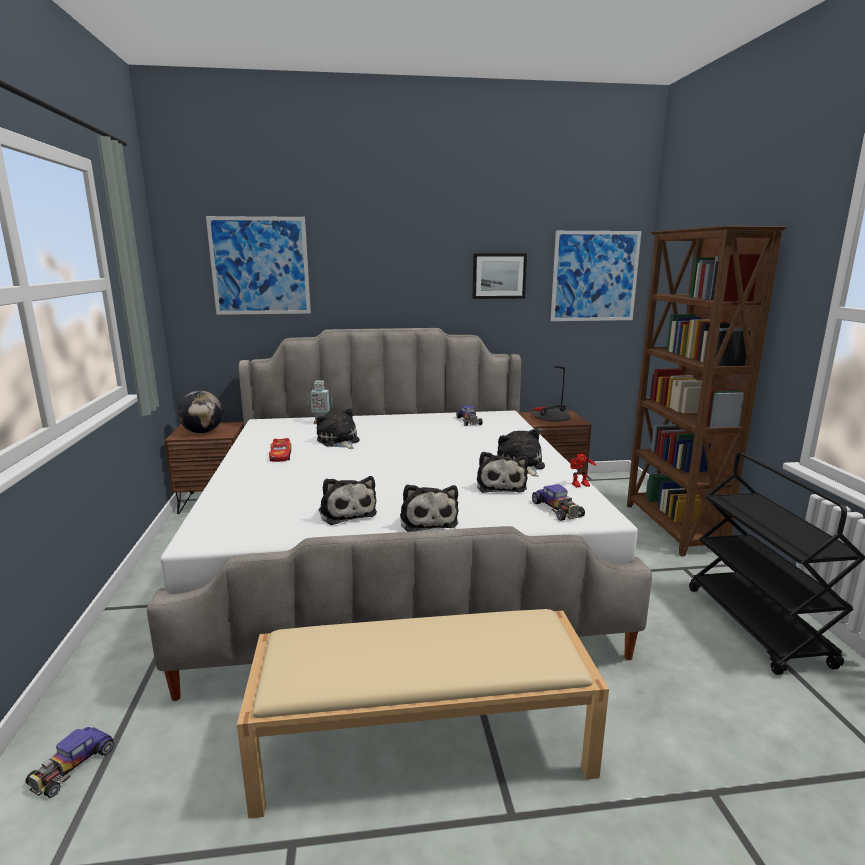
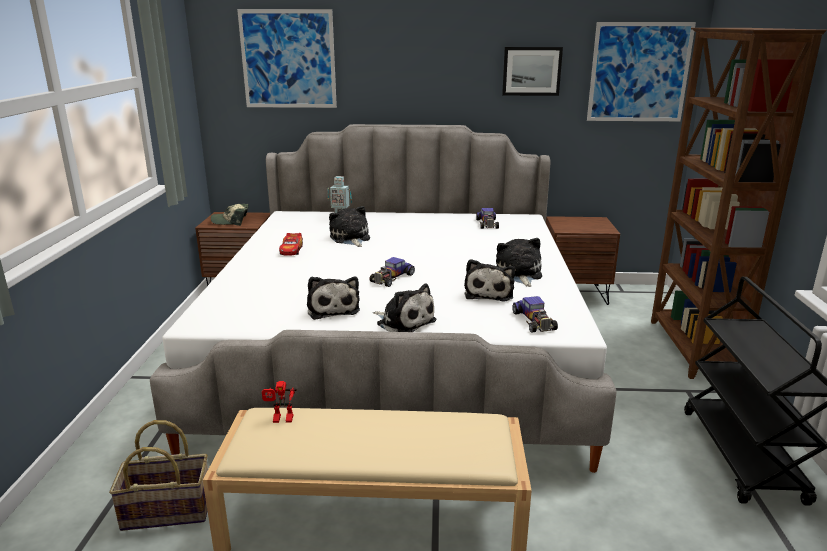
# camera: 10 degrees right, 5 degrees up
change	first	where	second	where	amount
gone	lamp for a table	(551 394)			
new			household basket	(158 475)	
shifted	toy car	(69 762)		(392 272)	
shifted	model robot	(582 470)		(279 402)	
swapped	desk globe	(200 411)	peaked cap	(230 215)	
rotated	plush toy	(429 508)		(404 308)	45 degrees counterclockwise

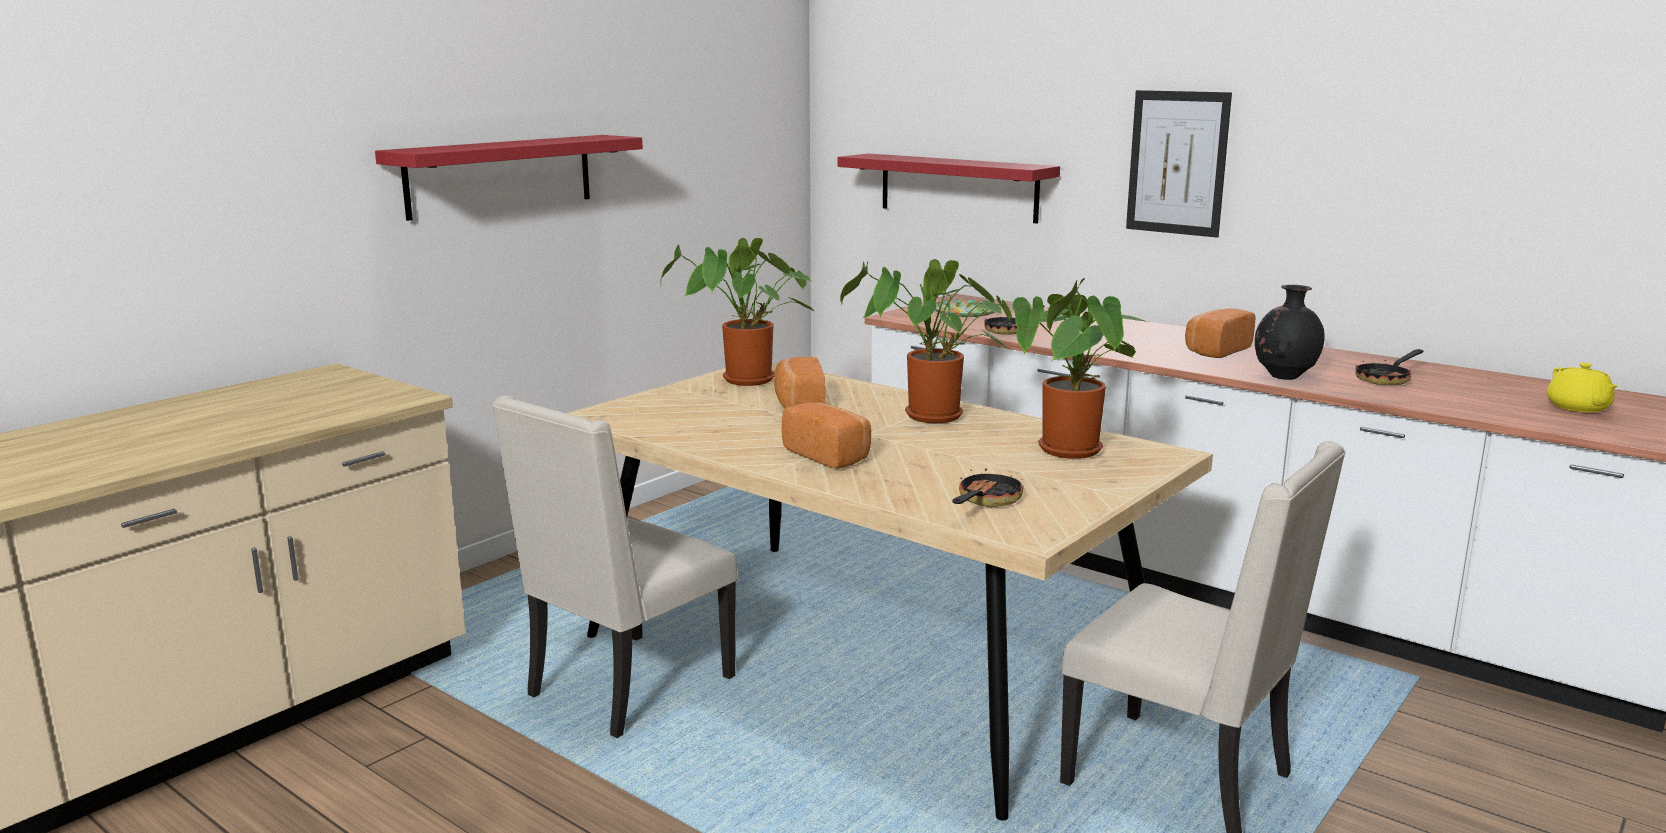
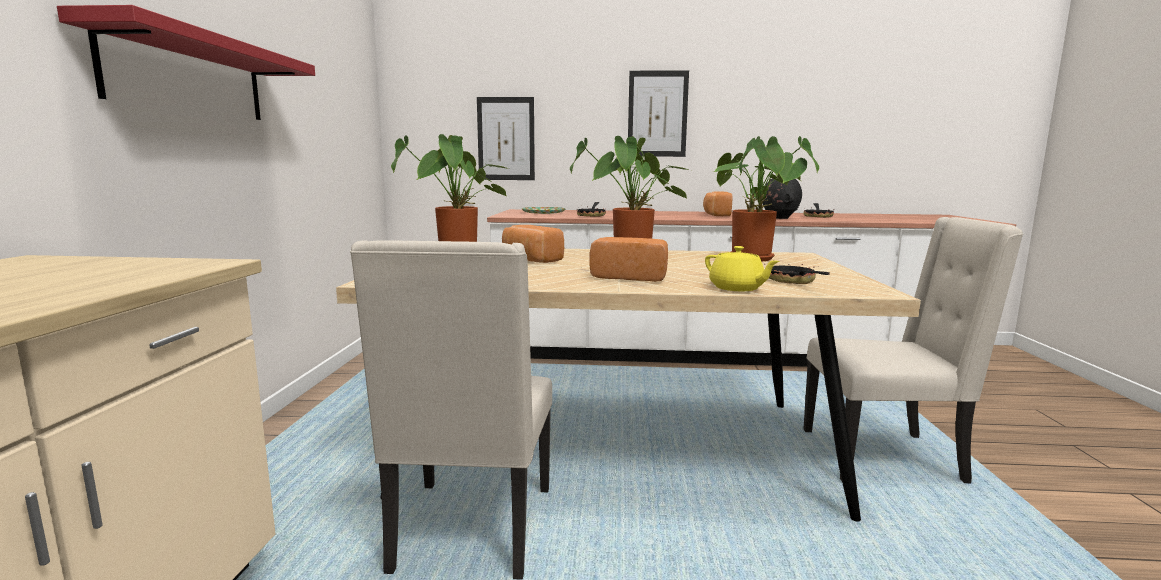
# camera: 35 degrees left, 5 degrees down
change	first	where	second	where	amount
shifted	yellow-coloured pot for tea	(1582 388)		(742 268)	
swapped	reddish wall shelf	(948 188)	wall picture	(506 138)	

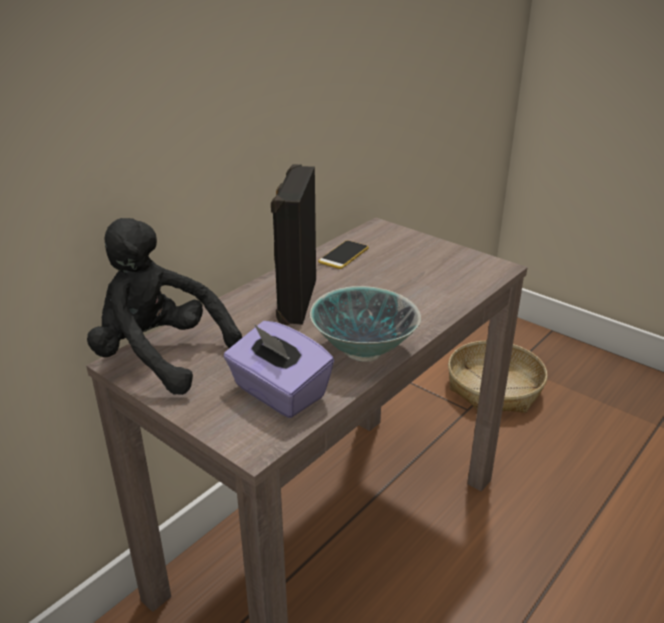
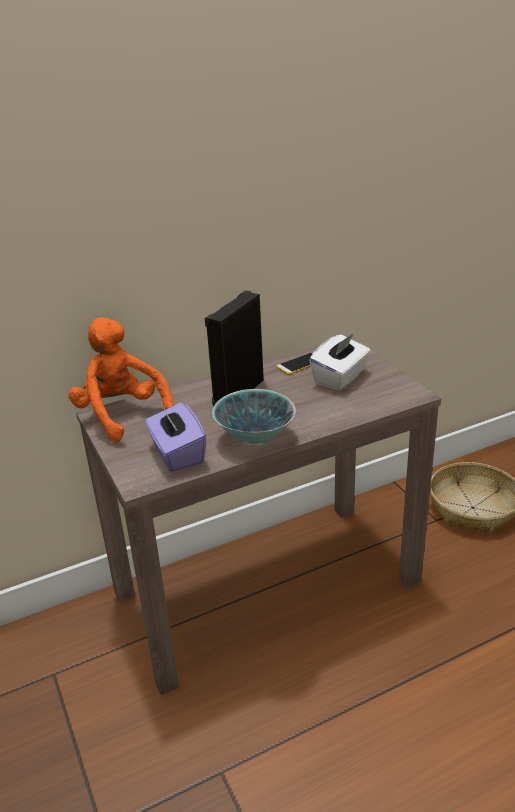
# camera: 25 degrees right, 0 degrees up
change	first	where	second	where	amount
new			white box of tissues	(340 362)	
repainted	blackish plush toy	(164 306)	orange plush toy	(121 379)	

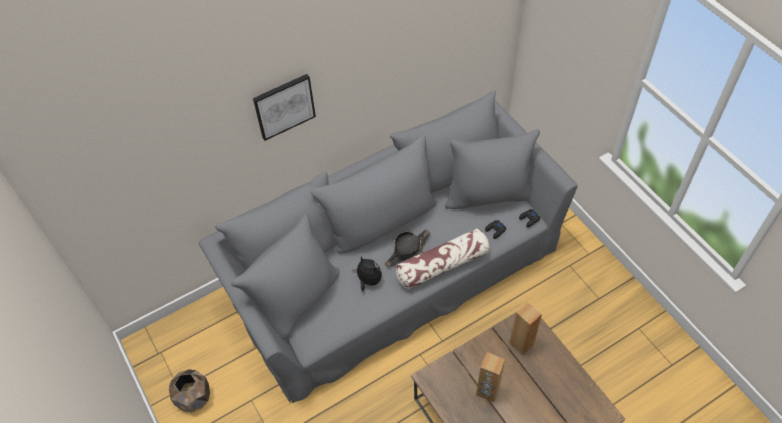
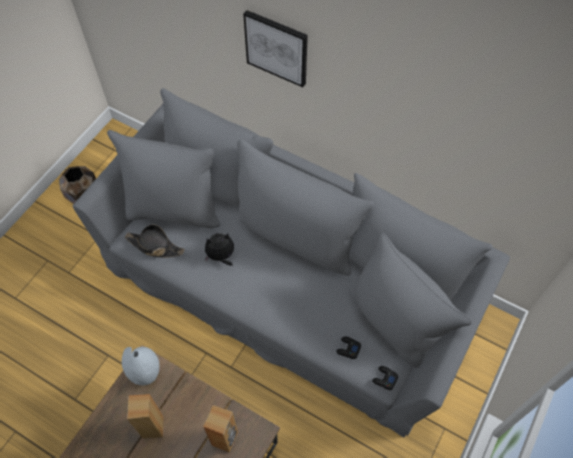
# camera: 60 degrees right, 5 degrees up
change	first	where	second	where	amount
gone	pillow	(443 259)			
new			greyish flower vase	(140 366)	
shifted	blackish clothing hat	(407 248)		(155 241)	
rotated	plush toy	(367 274)		(219 249)	120 degrees counterclockwise

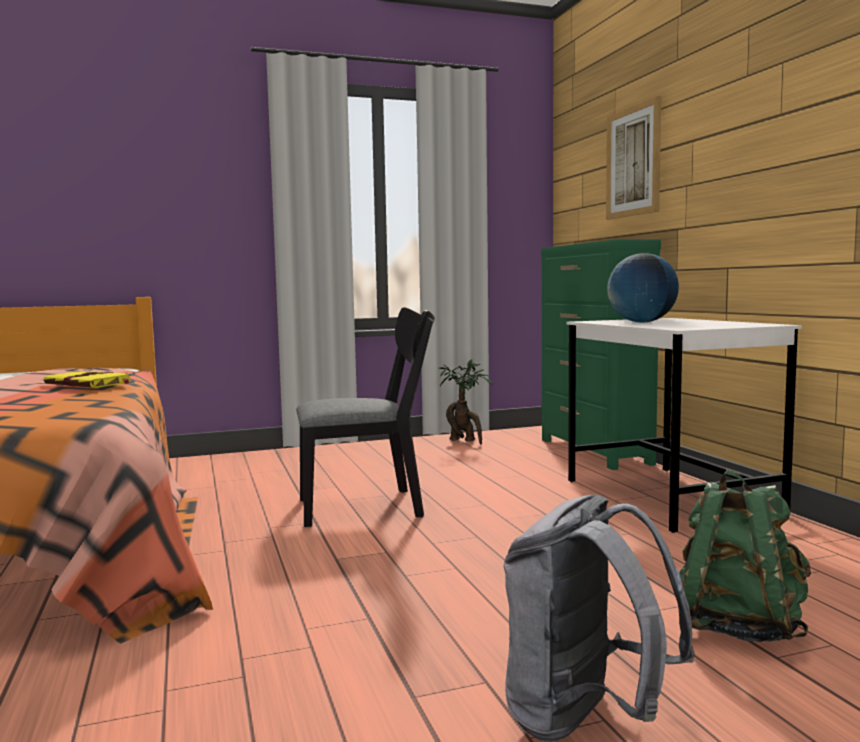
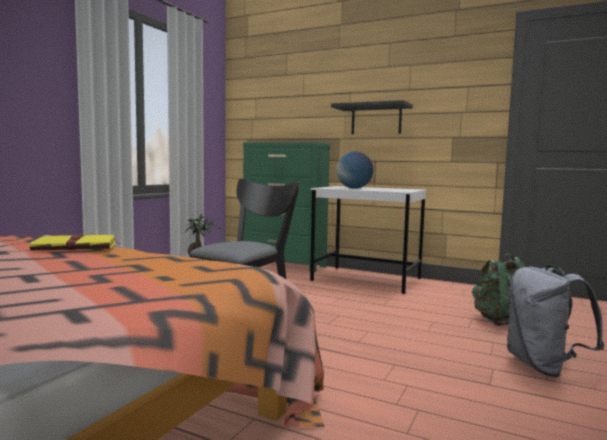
# camera: 45 degrees left, 0 degrees up
change	first	where	second	where	amount
gone	wall picture	(633 158)			
new			blackish wall shelf	(372 117)	

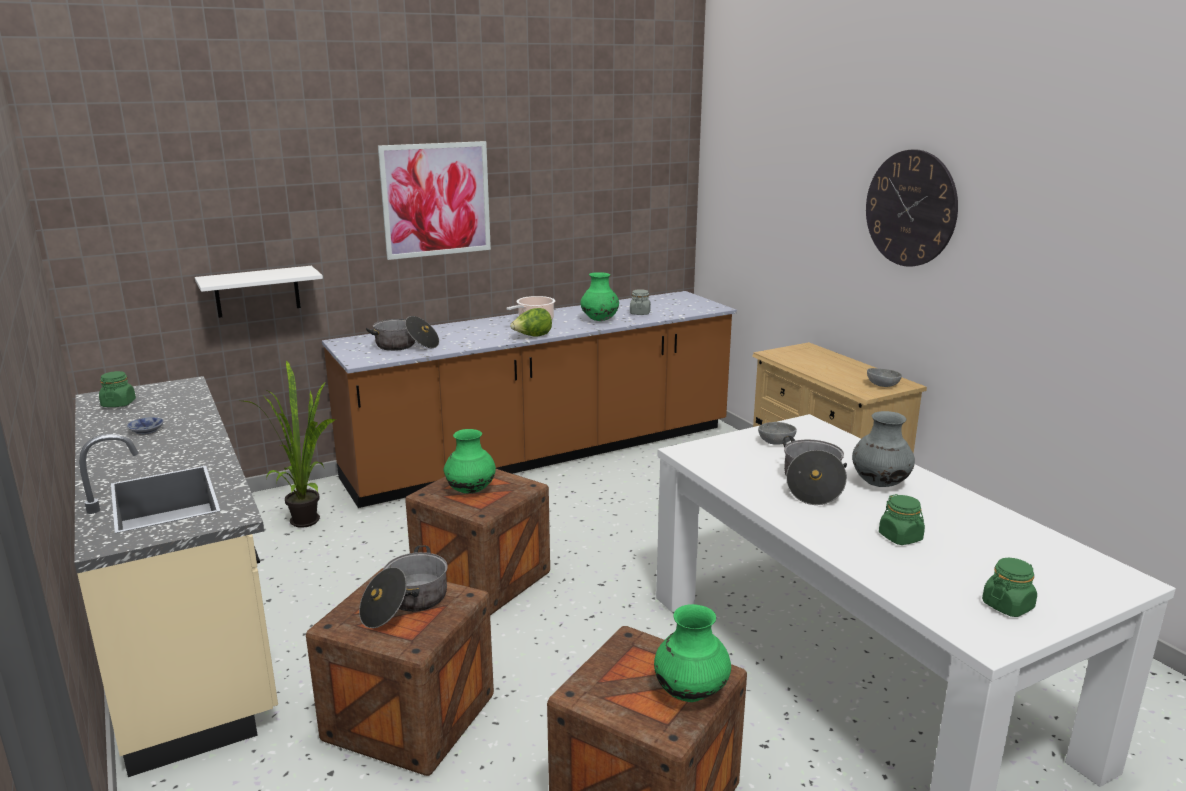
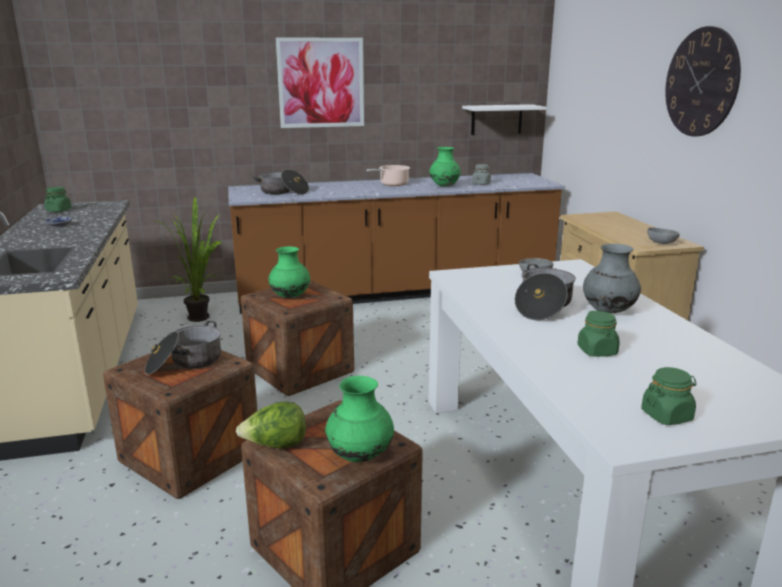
# camera: 15 degrees right, 0 degrees up
change	first	where	second	where	amount
shifted	white wall shelf	(259 292)		(504 119)	
shifted	head of lettuce	(531 322)		(271 424)	

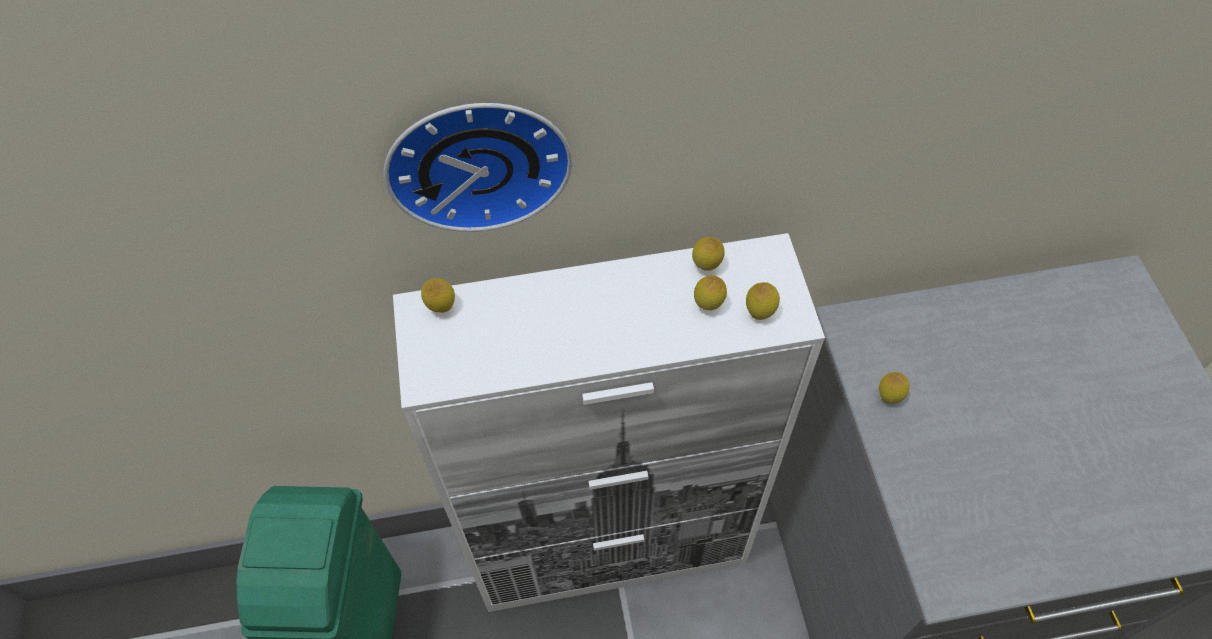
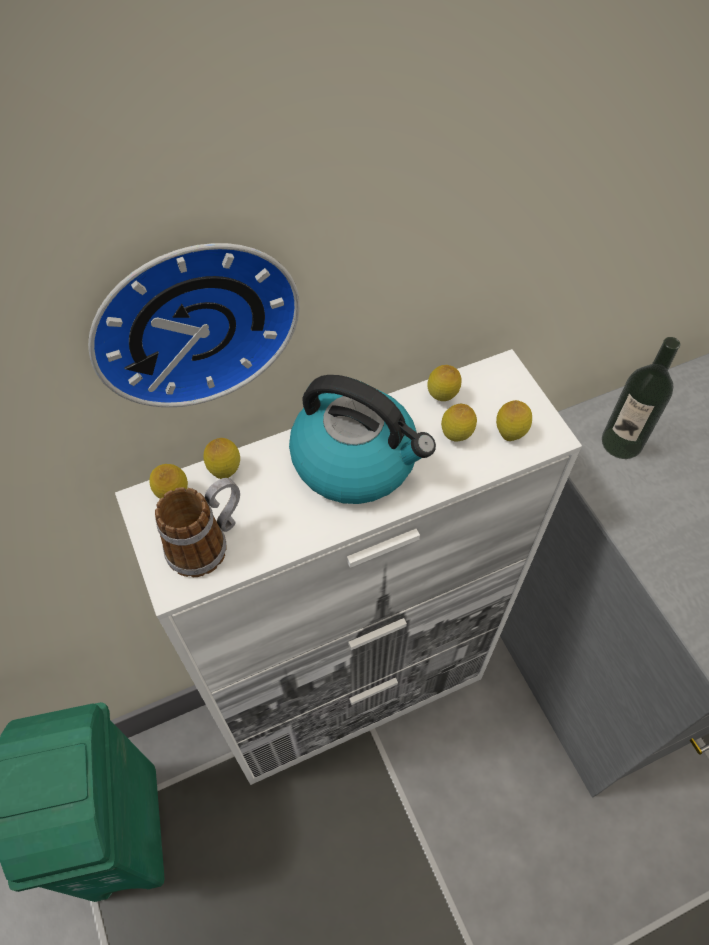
# camera: 15 degrees left, 0 degrees up
change	first	where	second	where	amount
new			coffee mug	(197 527)	
new			tea kettle	(362 439)	
new			beverage bottle	(641 398)	
shifted	citrus fruit	(894 388)		(221 458)	

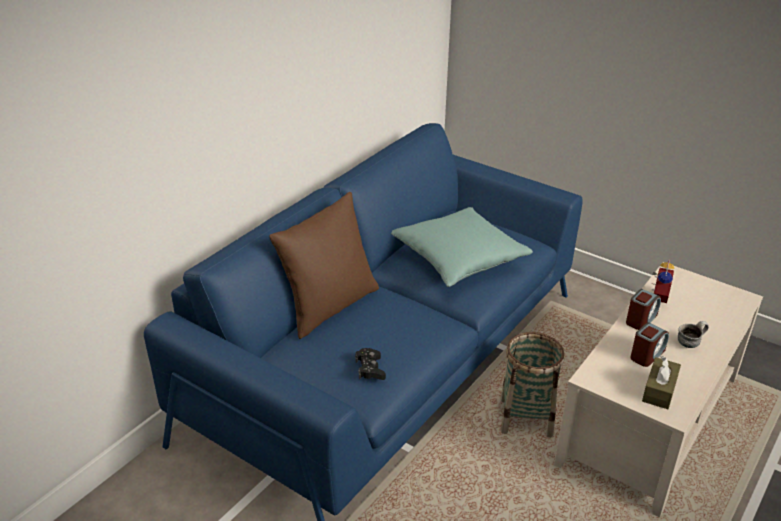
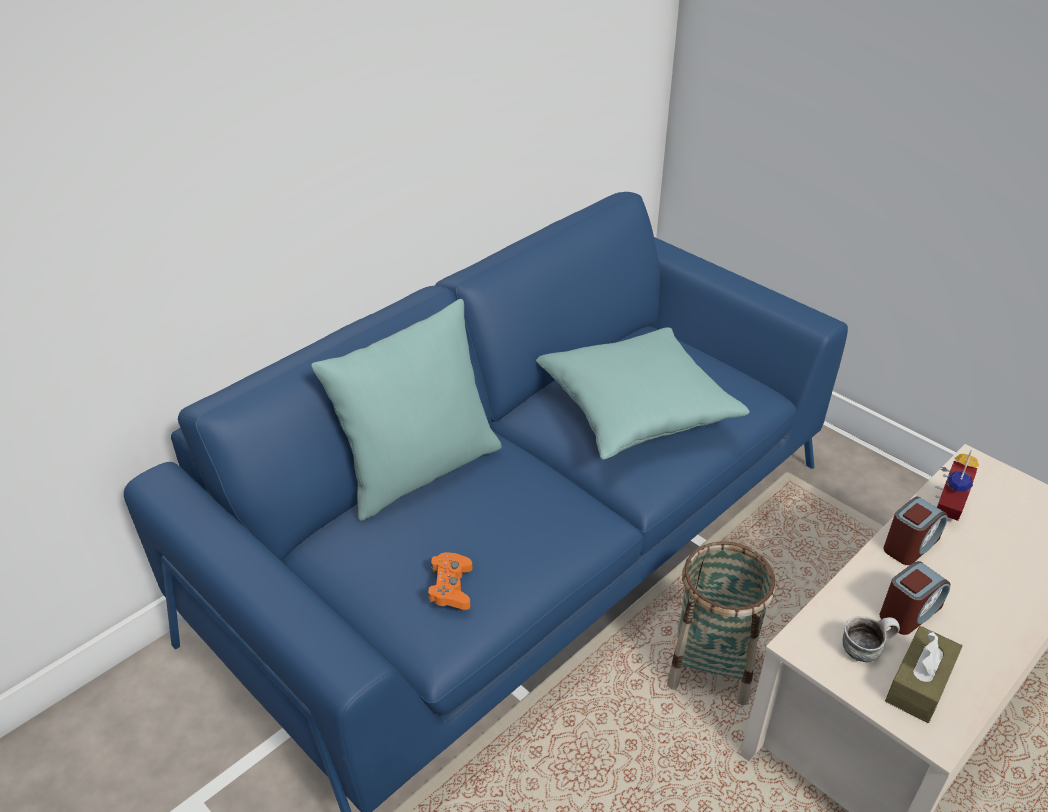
# camera: 10 degrees right, 5 degrees up
change	first	where	second	where	amount
shifted	coffee mug	(693 334)		(871 639)	
repainted	brown pillow	(324 265)	turquoise pillow	(406 410)	
repainted	blackish gamepad	(370 364)	orange gamepad	(450 581)	

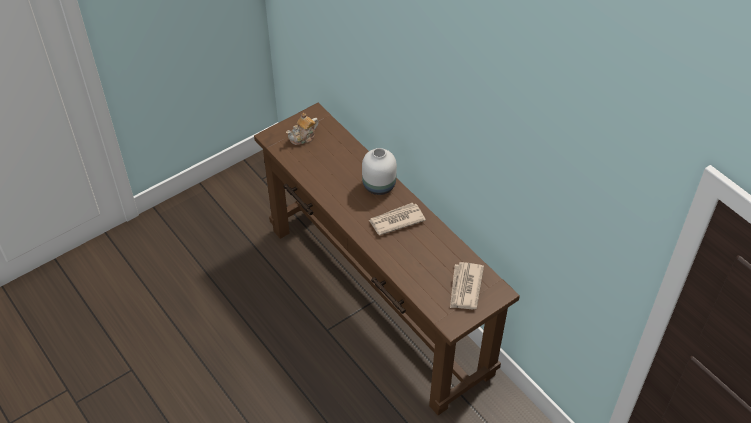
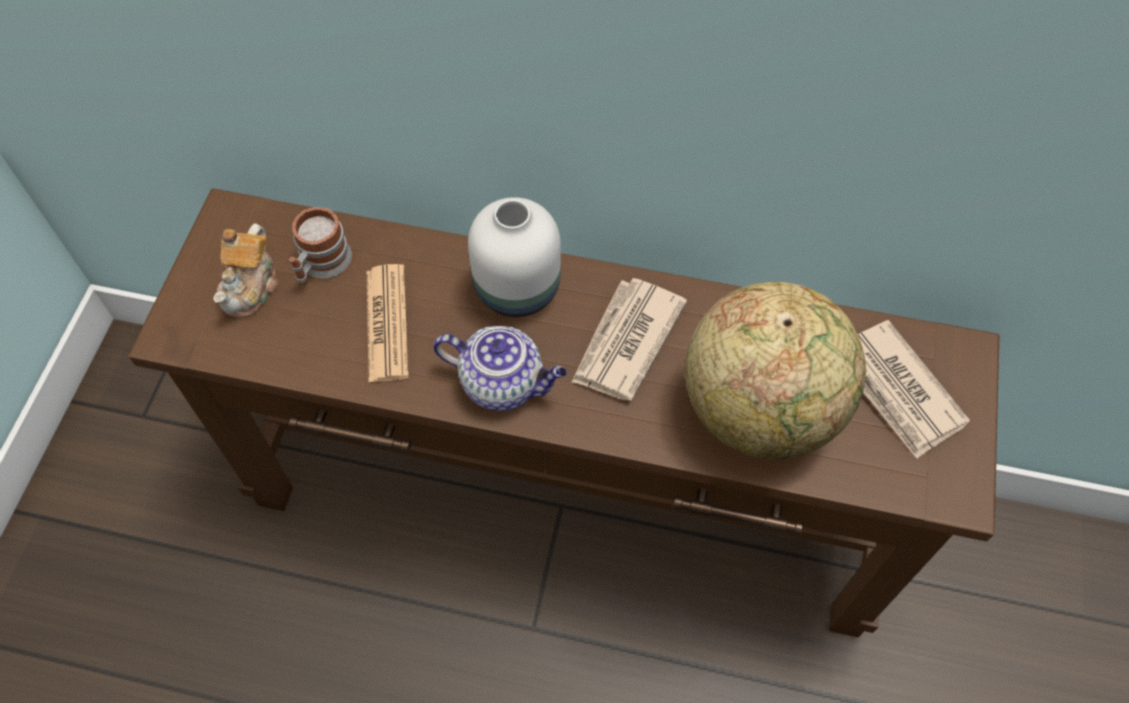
# camera: 40 degrees left, 10 degrees up
change	first	where	second	where	amount
new			coffee mug	(320 246)	
new			newspaper	(388 323)	
new			pot for tea	(500 368)	
new			desk globe	(775 370)	

